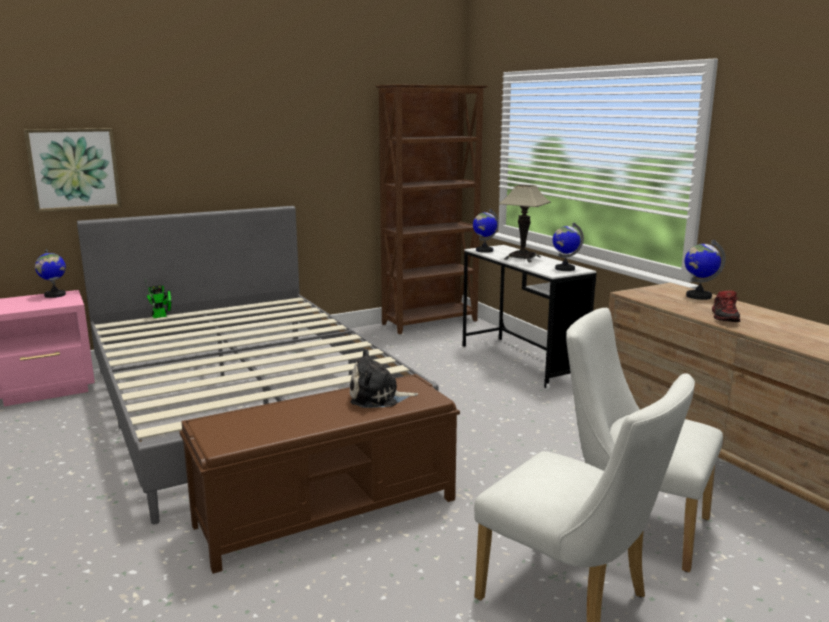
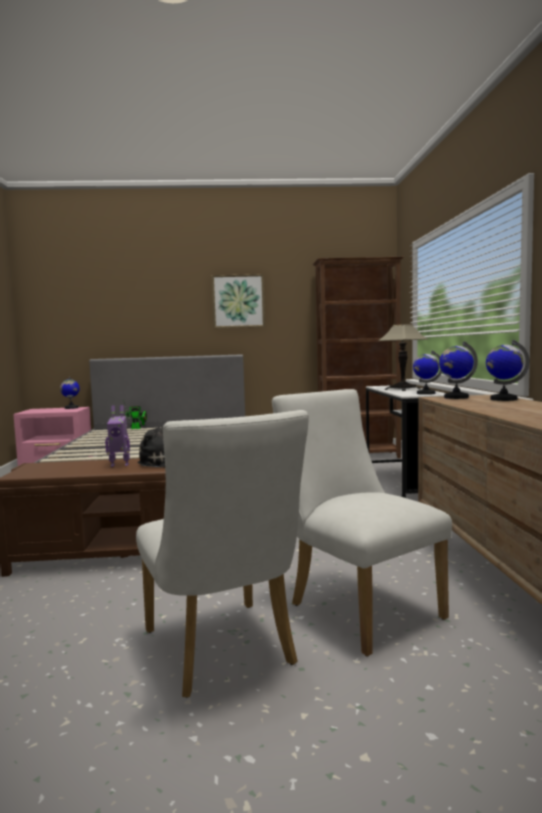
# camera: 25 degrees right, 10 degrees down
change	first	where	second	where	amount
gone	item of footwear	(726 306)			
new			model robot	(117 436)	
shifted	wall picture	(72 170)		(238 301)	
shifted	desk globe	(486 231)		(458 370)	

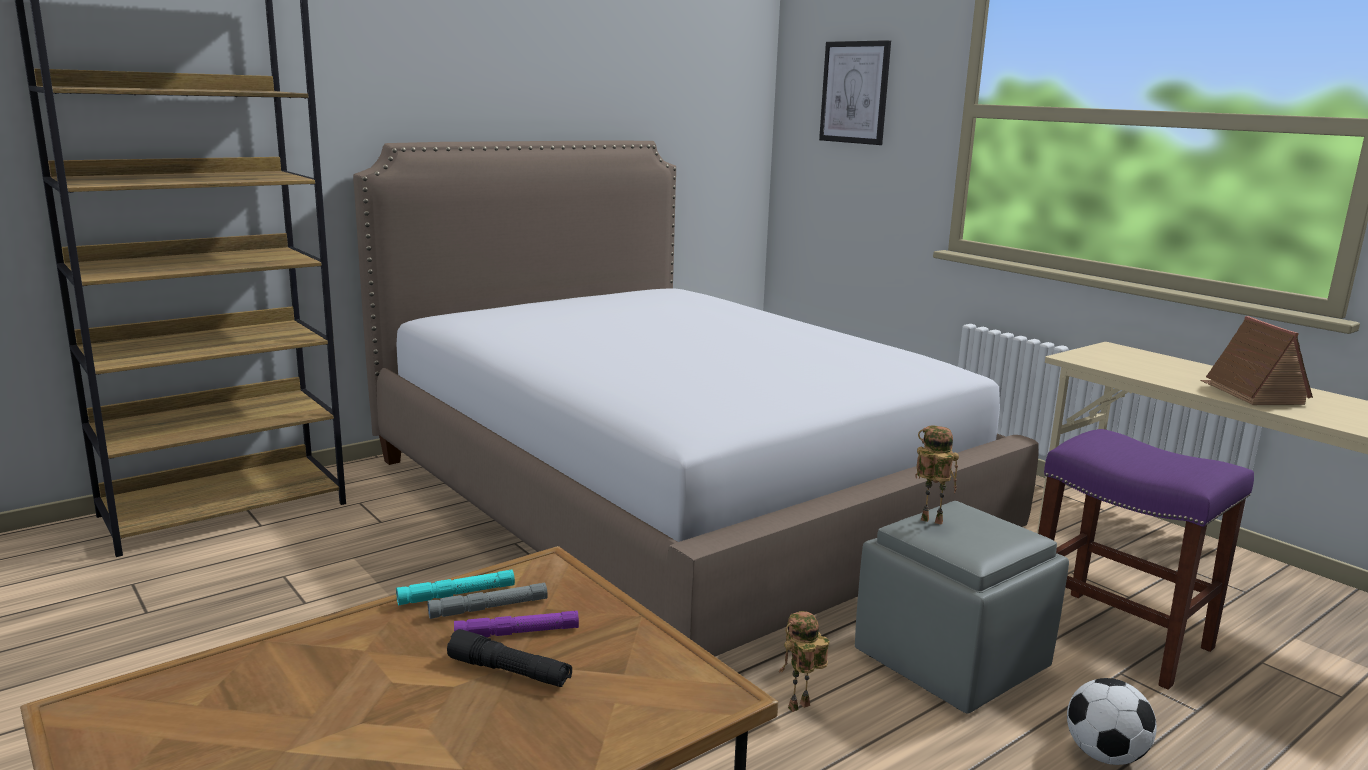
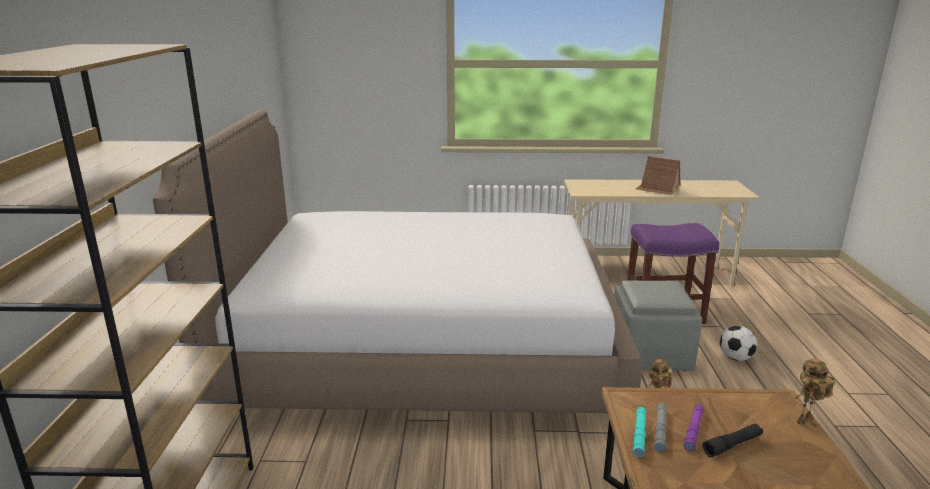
# camera: 50 degrees left, 5 degrees up
change	first	where	second	where	amount
gone	wall picture	(855 92)			
shifted	model robot	(937 475)		(815 391)	

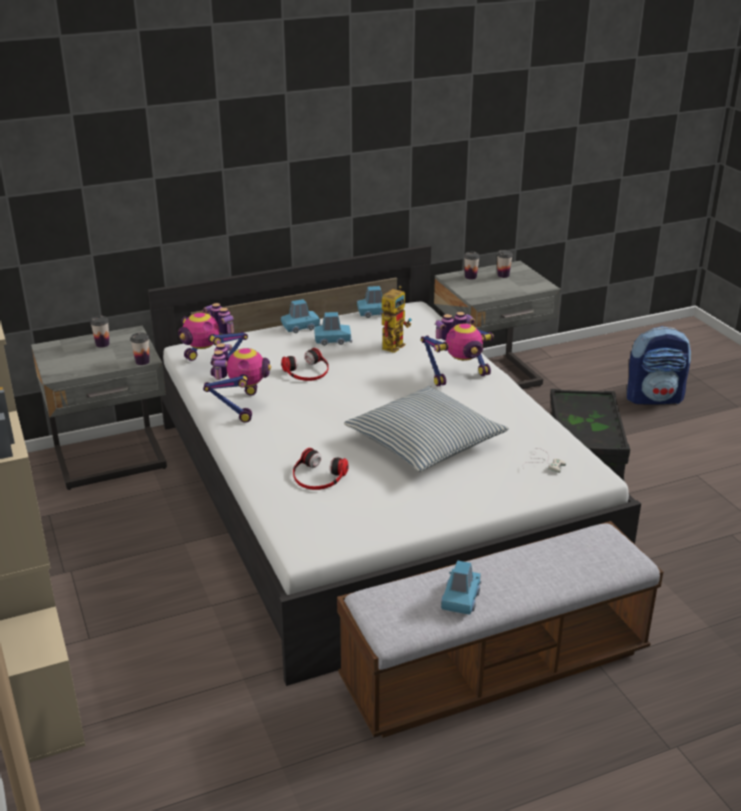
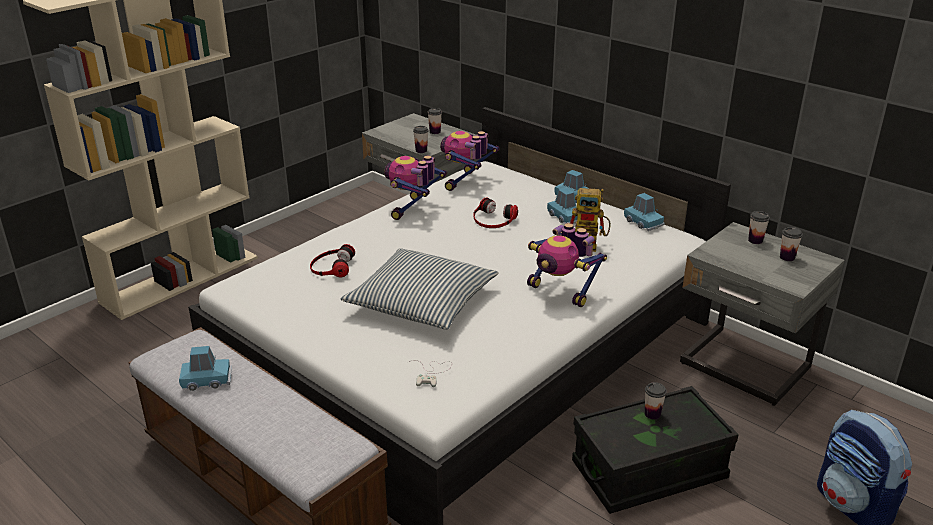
# camera: 65 degrees right, 0 degrees up
change	first	where	second	where	amount
new			cup	(656 401)	
rotated	model robot	(237 383)		(415 188)	135 degrees clockwise

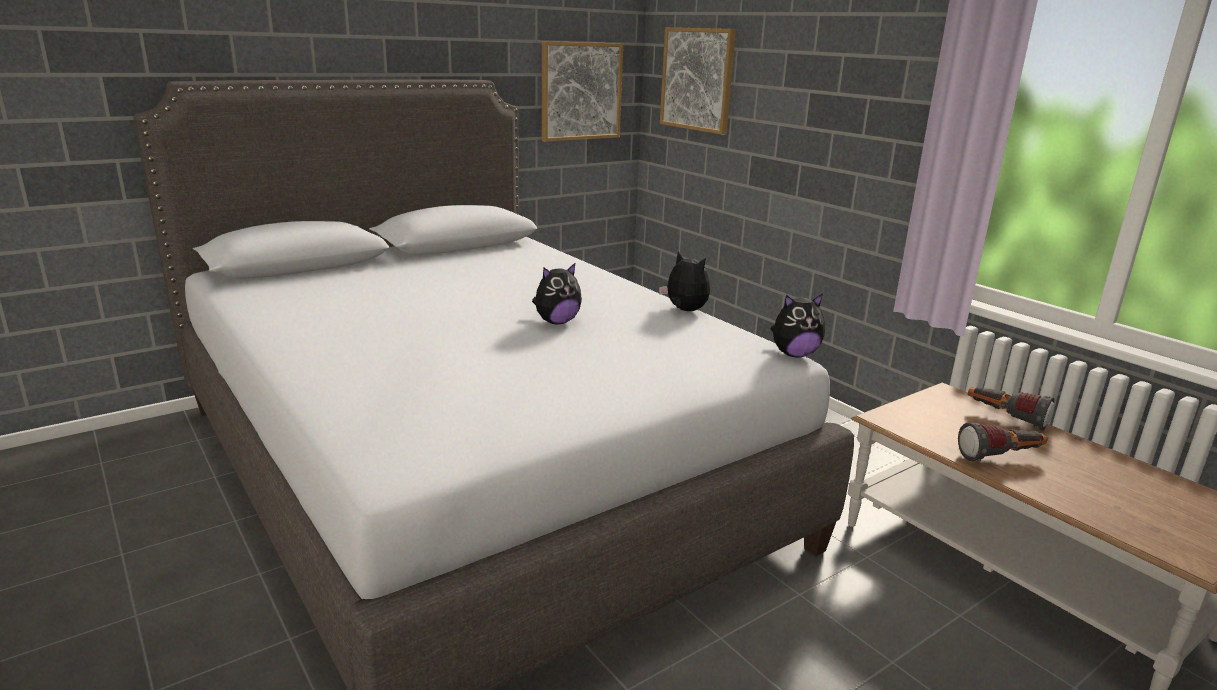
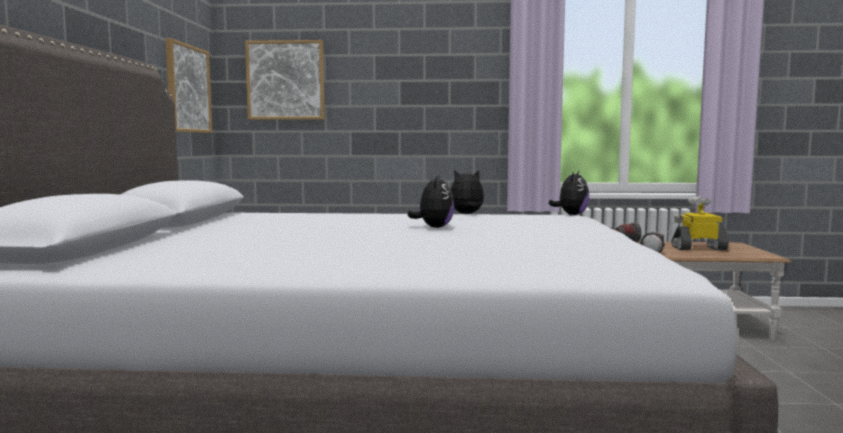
# camera: 50 degrees left, 15 degrees down
change	first	where	second	where	amount
new			model robot	(700 223)	

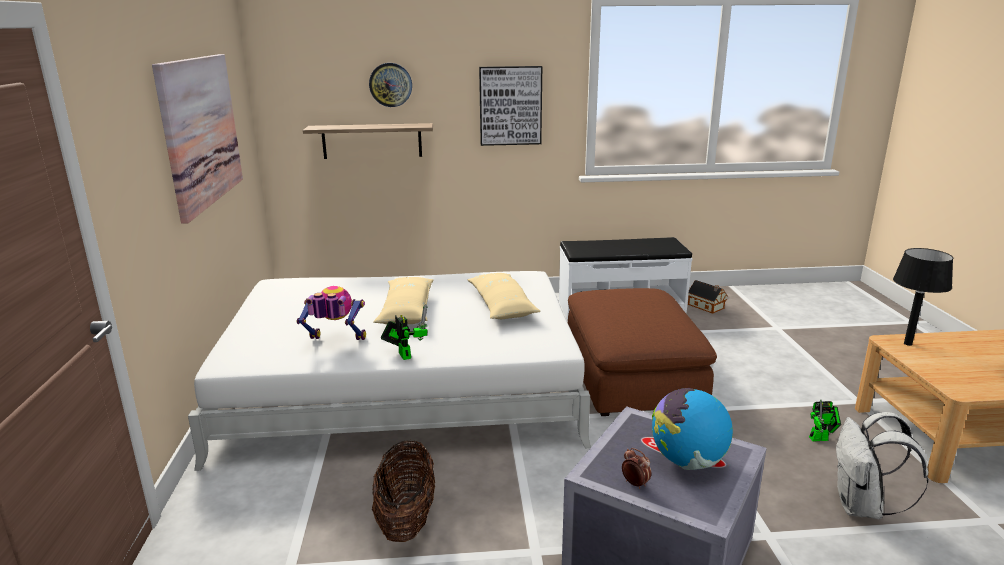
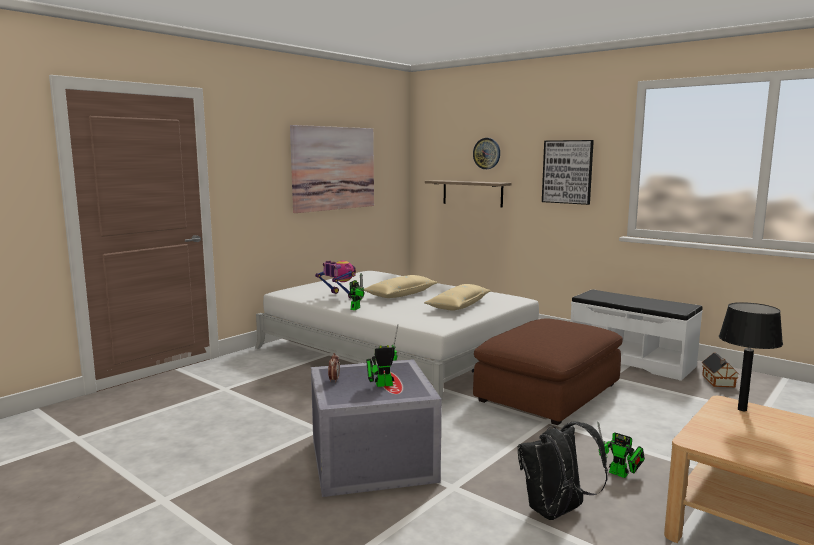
# camera: 45 degrees right, 10 degrees down
change	first	where	second	where	amount
gone	household basket	(403 491)			
swapped	desk globe	(692 429)	model robot	(382 356)	
repainted	white rucksack	(882 465)	blackish rucksack	(563 471)	

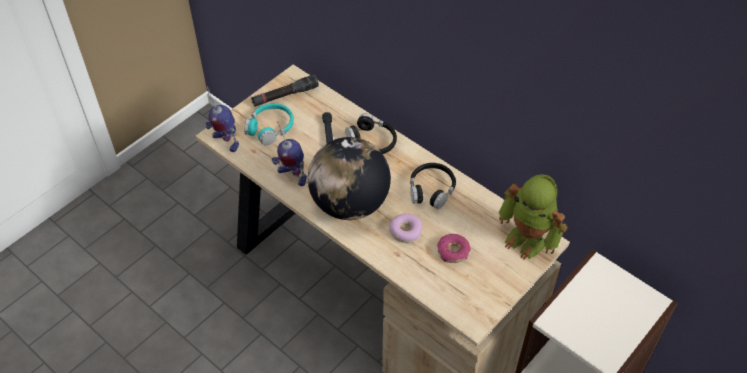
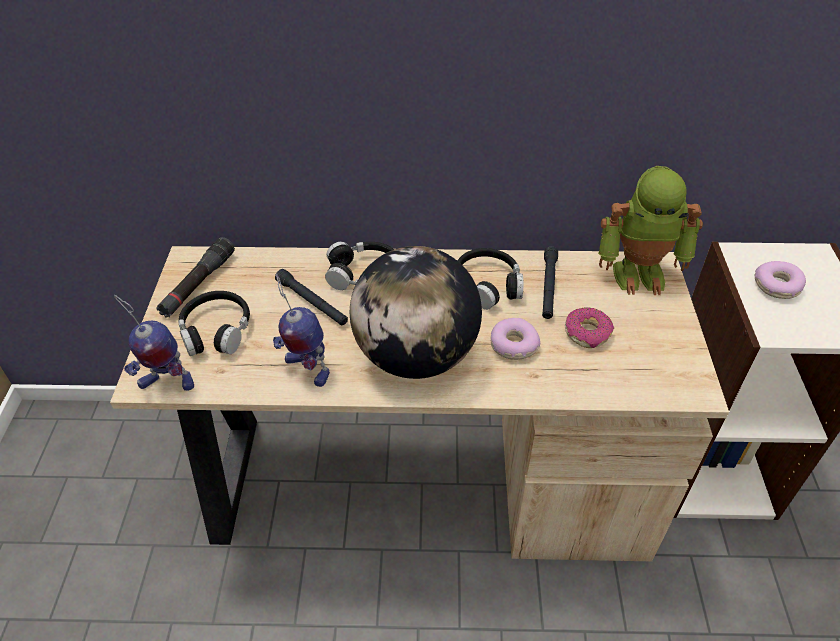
# camera: 40 degrees left, 5 degrees down
change	first	where	second	where	amount
new			blackish flashlight	(550 282)	
new			ring doughnut	(780 280)	
repainted	turquoise headphones	(269 124)	blackish headphones	(214 323)	
rotated	model robot	(289 154)		(301 330)	45 degrees clockwise

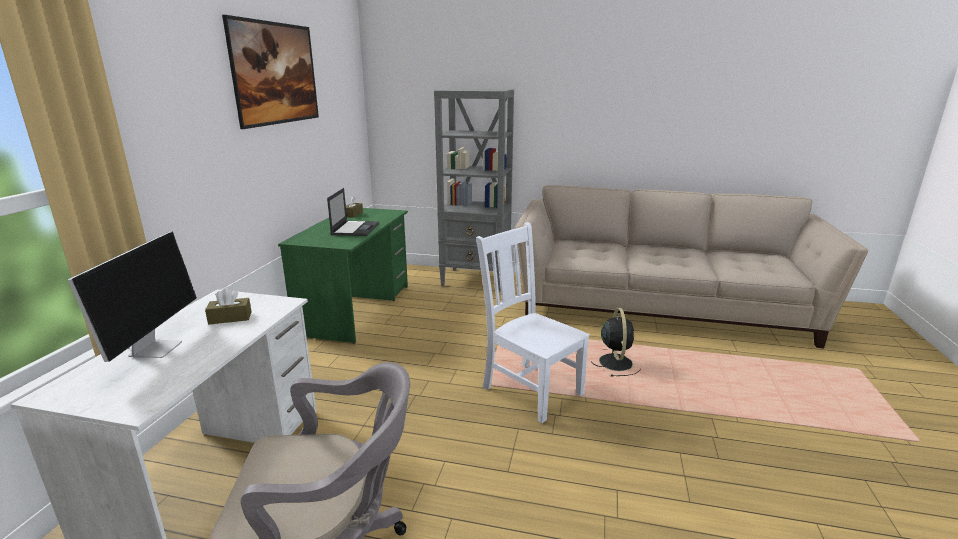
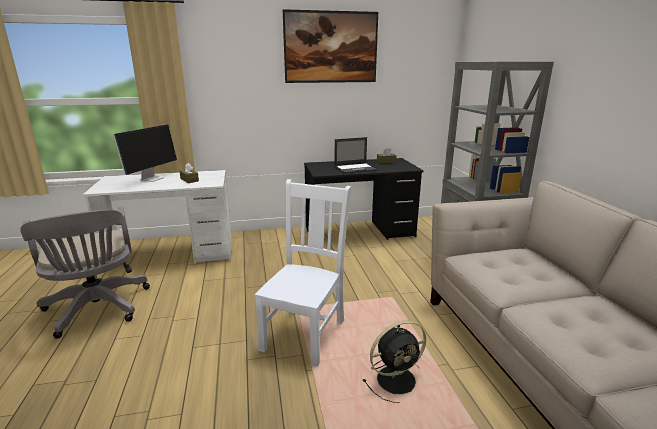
# camera: 65 degrees right, 0 degrees up
change	first	where	second	where	amount
repainted	green-coloured desk unit	(343 276)	blackish desk unit	(364 199)	
rotated	computer display	(132 296)		(145 153)	45 degrees counterclockwise

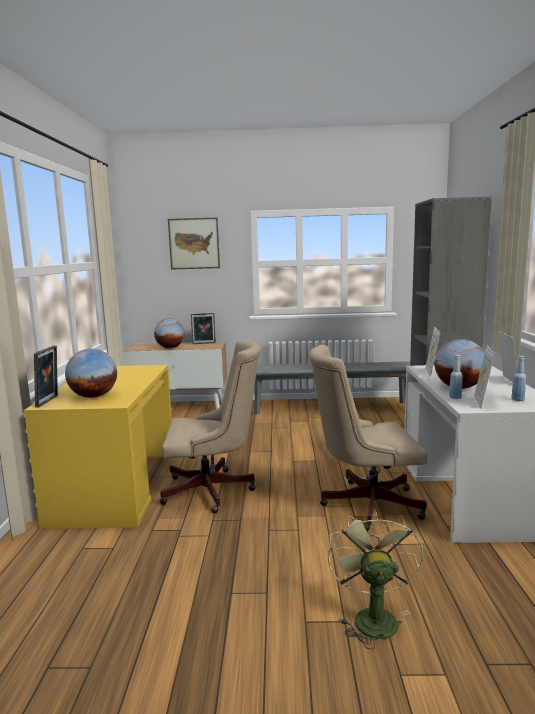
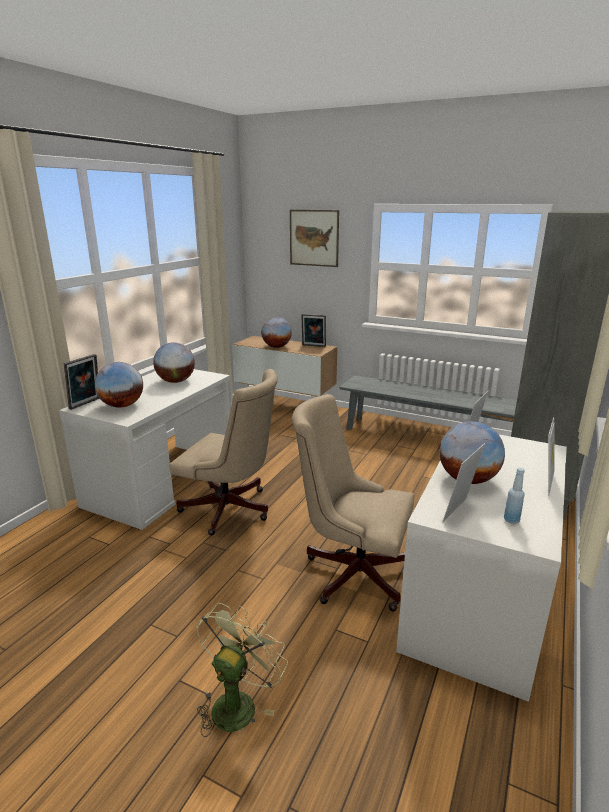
# camera: 25 degrees right, 10 degrees up
change	first	where	second	where	amount
gone	blue beverage bottle	(456 377)			
new			desk globe	(174 362)	
repainted	yellow-coloured desk unit	(98 447)	white desk unit	(145 449)	

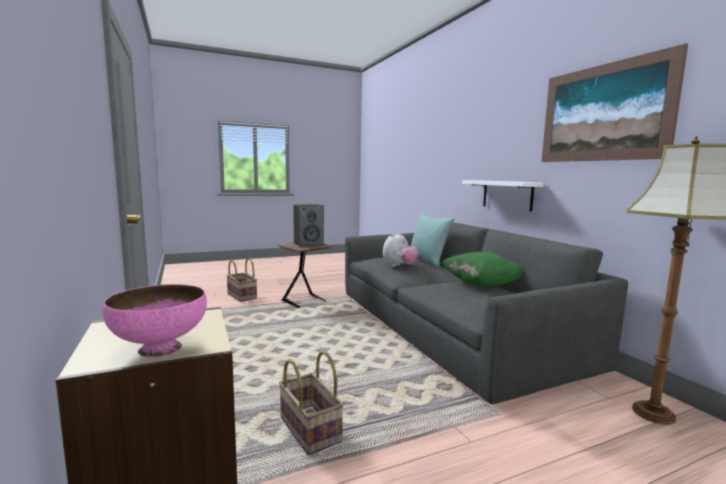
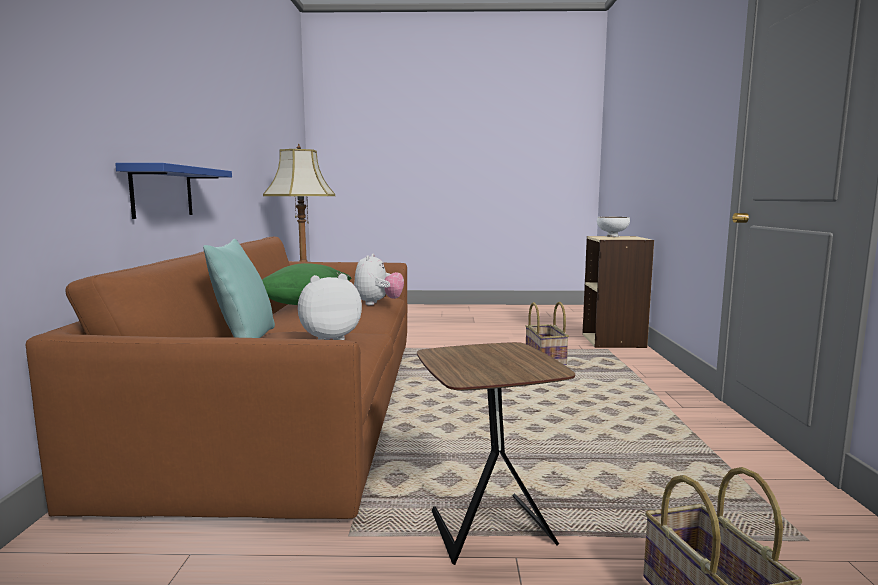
# camera: 155 degrees left, 0 degrees up
change	first	where	second	where	amount
gone	audio speaker	(308 225)			
gone	wall picture	(615 102)			
new			plush toy	(379 279)	
repainted	pink-coloured deep dish	(154 320)	white deep dish	(613 227)	
repainted	greyish couch	(486 313)	brown couch	(216 378)	
repainted	white wall shelf	(503 196)	blue wall shelf	(173 191)	

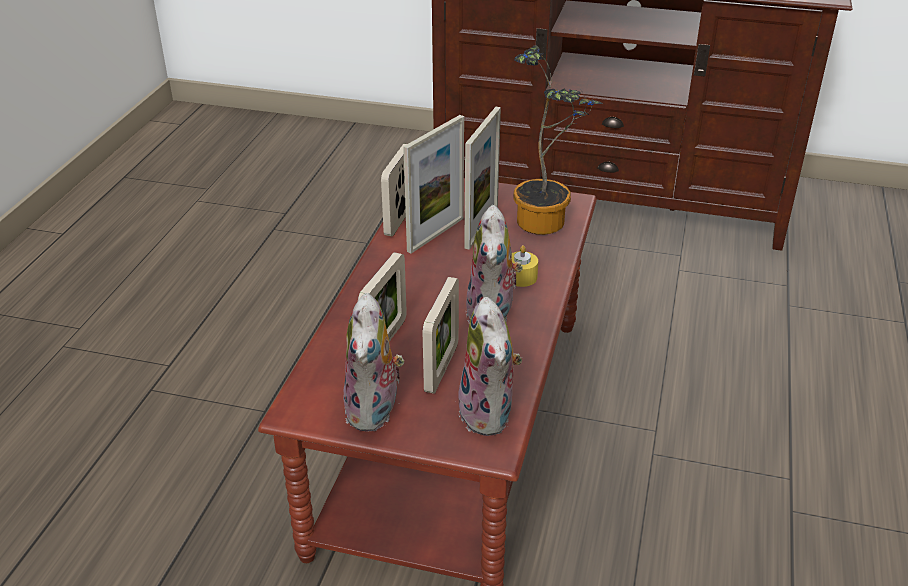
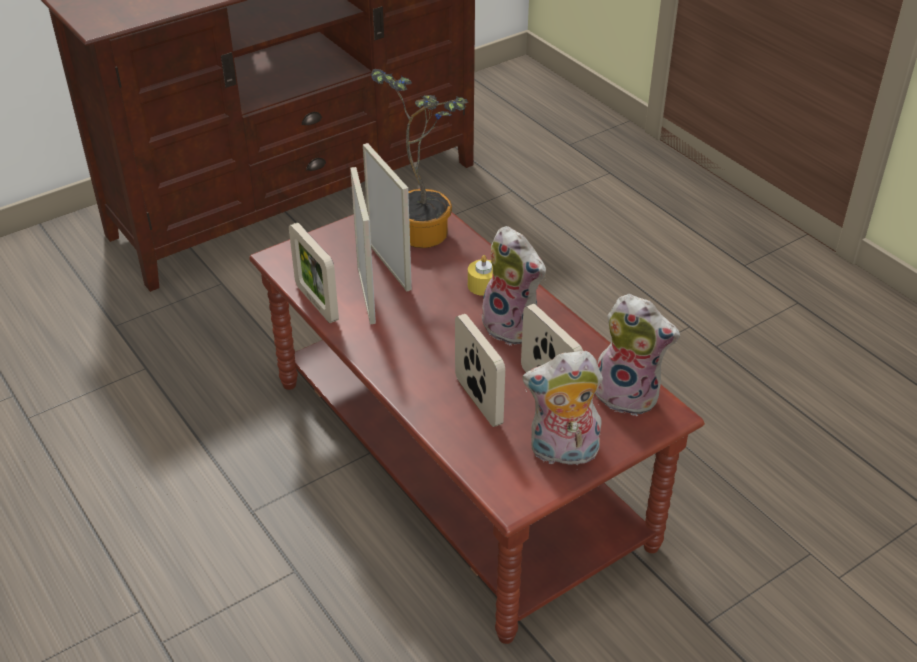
# camera: 50 degrees left, 5 degrees up
change	first	where	second	where	amount
rotated	plush toy	(373 362)		(562 408)	135 degrees clockwise

